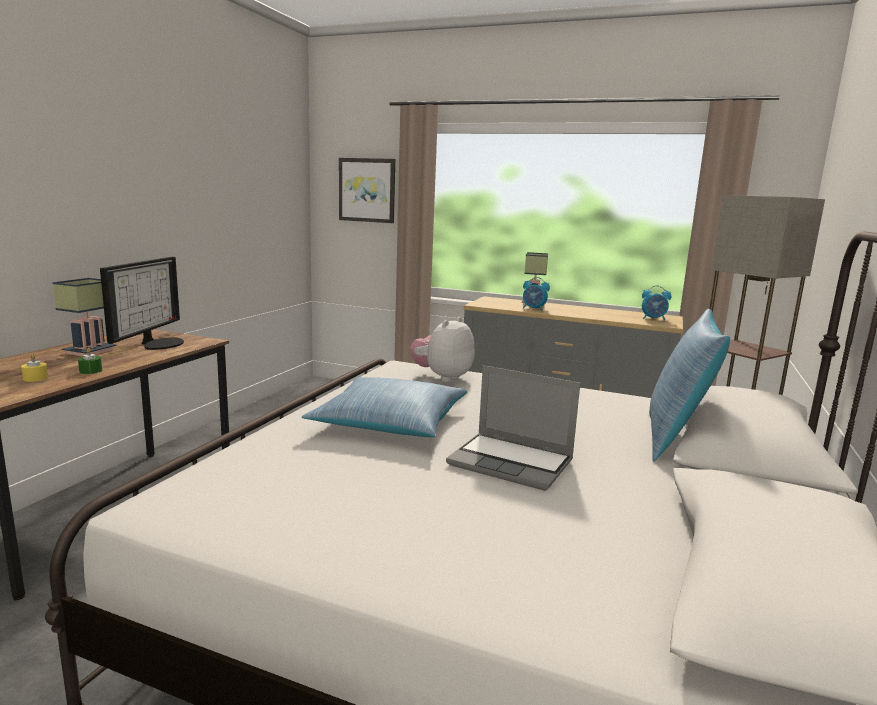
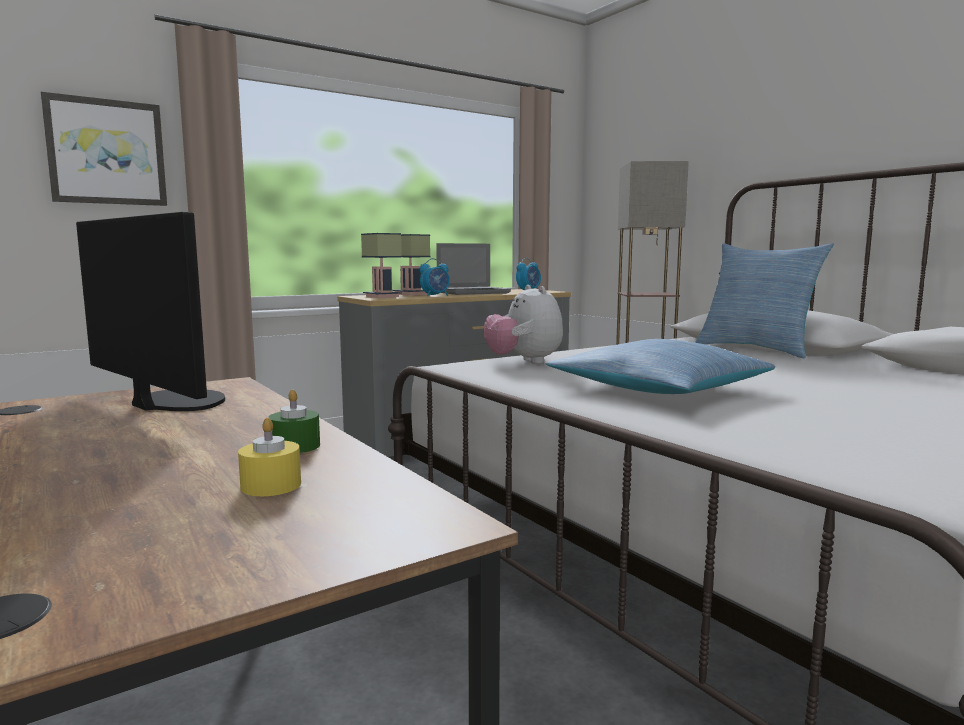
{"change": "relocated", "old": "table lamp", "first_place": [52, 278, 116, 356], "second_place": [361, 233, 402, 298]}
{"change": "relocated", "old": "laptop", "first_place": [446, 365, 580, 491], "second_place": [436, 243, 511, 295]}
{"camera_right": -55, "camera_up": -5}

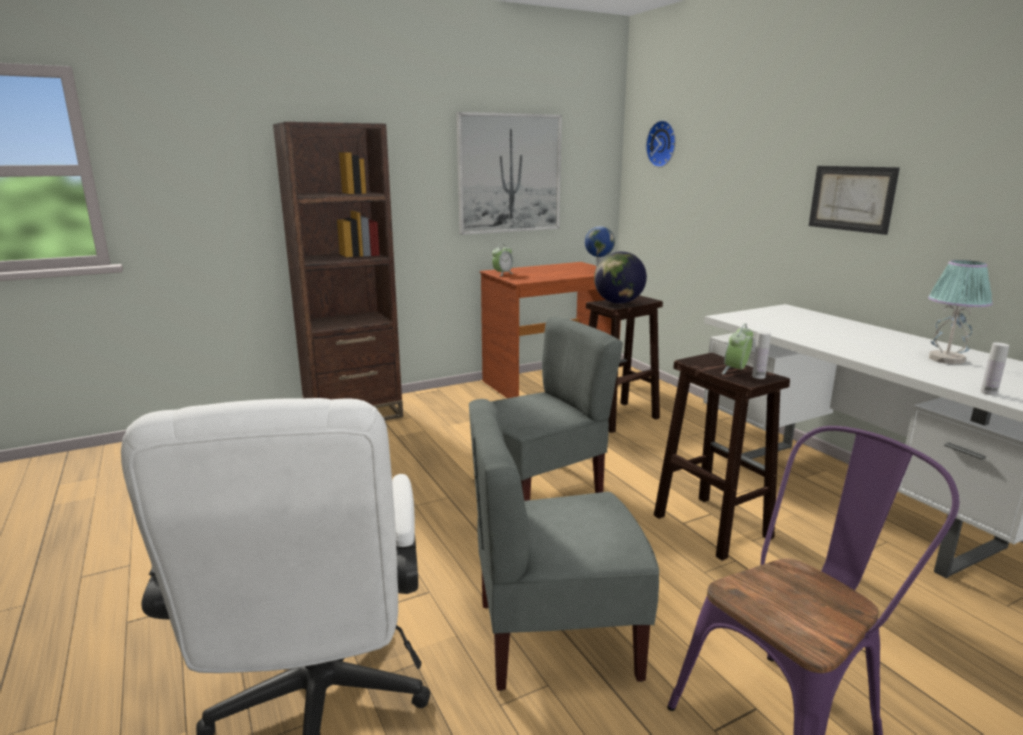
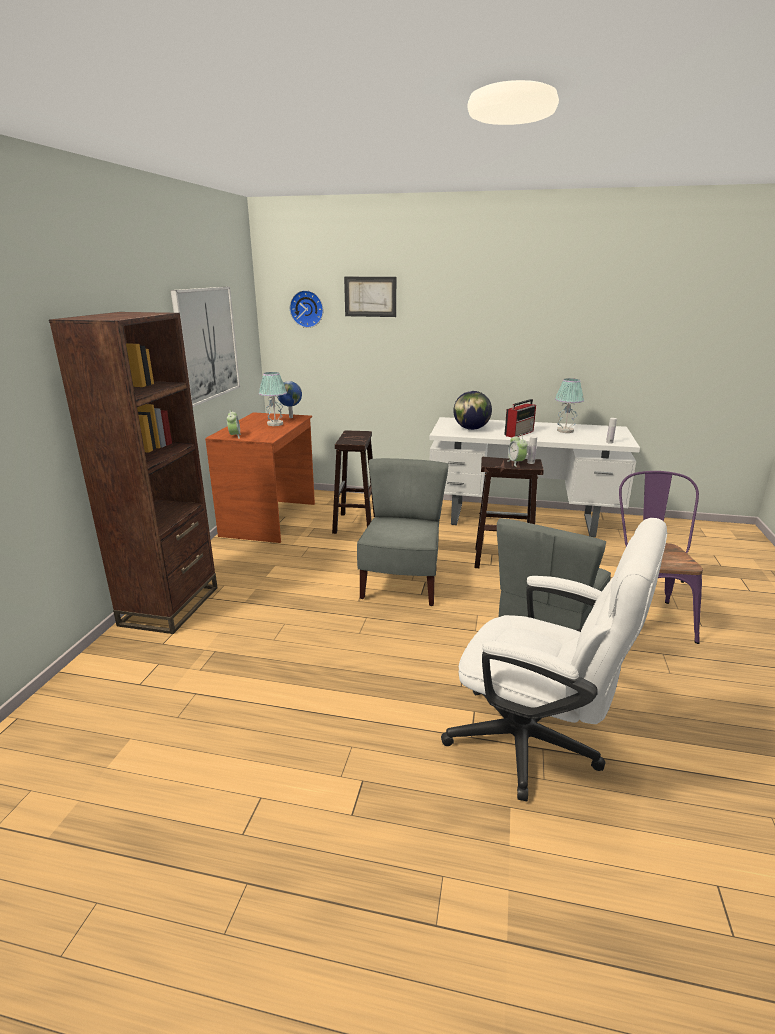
{"change": "relocated", "old": "picture", "first_place": [809, 166, 900, 235], "second_place": [344, 277, 396, 317]}
{"change": "relocated", "old": "globe", "first_place": [594, 251, 647, 304], "second_place": [453, 391, 492, 430]}
{"change": "appeared", "new": "table lamp", "second_place": [259, 372, 287, 426]}
{"change": "appeared", "new": "radio", "second_place": [504, 399, 536, 437]}
{"camera_right": -50, "camera_up": 5}

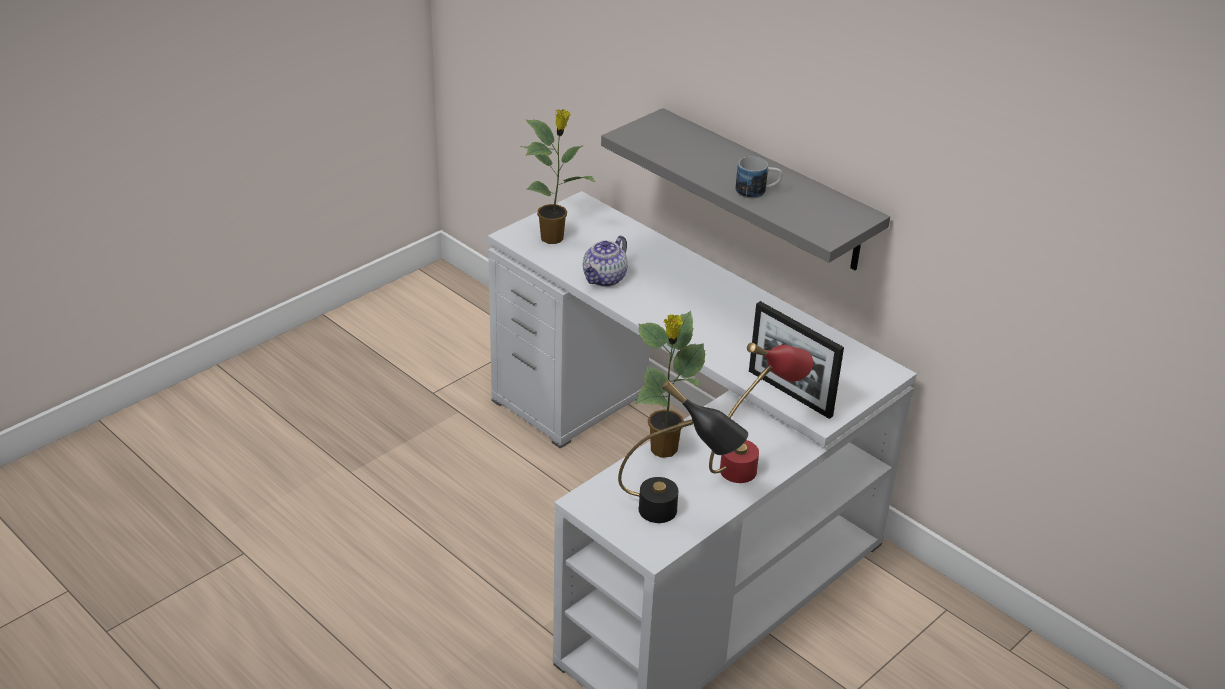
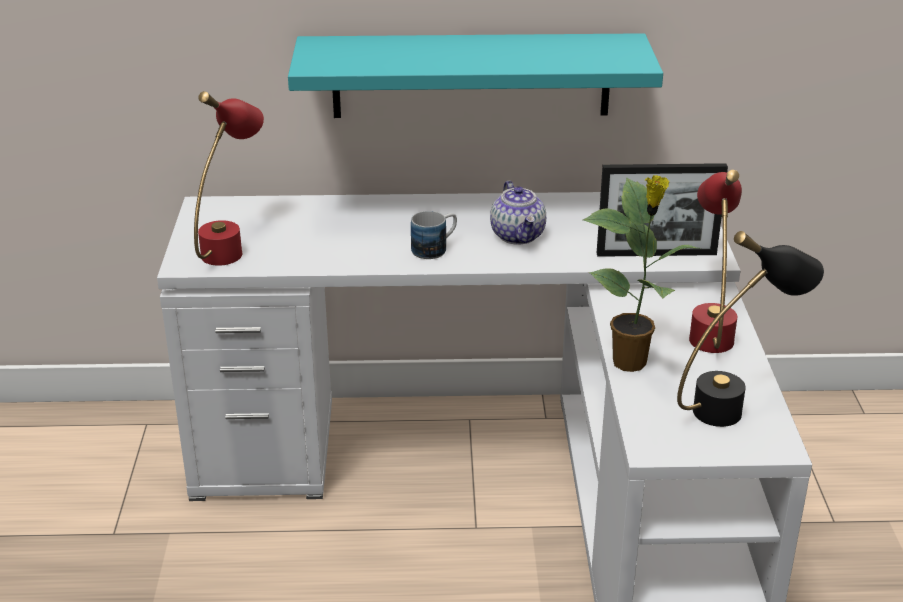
{"change": "colour", "old": "grey shelf", "new": "turquoise shelf", "first_place": [601, 108, 890, 271], "second_place": [288, 33, 663, 118]}
{"change": "exchanged", "old": "potted plant", "new": "red table lamp", "first_place": [521, 109, 595, 244], "second_place": [194, 91, 264, 266]}
{"change": "relocated", "old": "mug", "first_place": [735, 156, 782, 199], "second_place": [411, 211, 457, 259]}
{"change": "relocated", "old": "teapot", "first_place": [583, 236, 628, 287], "second_place": [490, 181, 546, 245]}
{"camera_right": -45, "camera_up": -5}

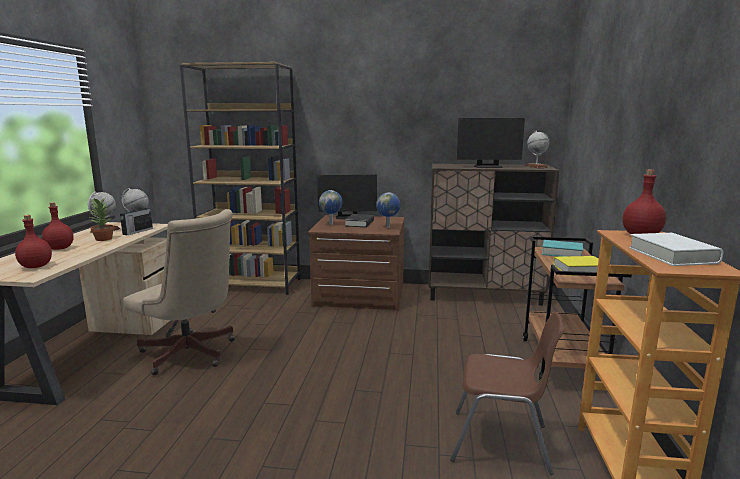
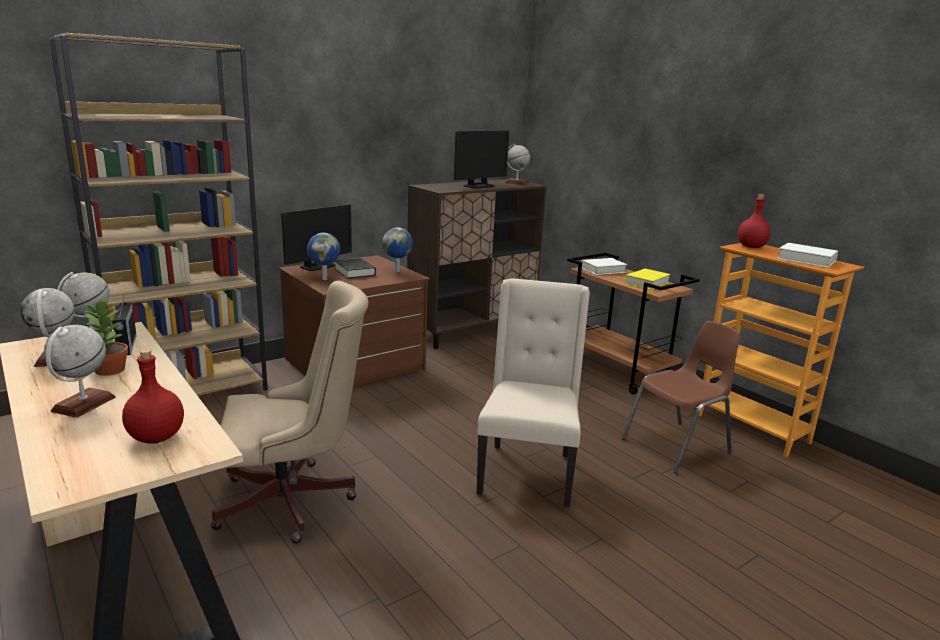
{"change": "exchanged", "old": "red bottle", "new": "globe", "first_place": [42, 203, 74, 250], "second_place": [44, 325, 116, 418]}
{"change": "colour", "old": "turquoise book", "new": "white book", "first_place": [542, 240, 583, 257], "second_place": [581, 258, 627, 275]}
{"change": "appeared", "new": "beige chair", "second_place": [477, 279, 590, 507]}
{"camera_right": -45, "camera_up": 5}

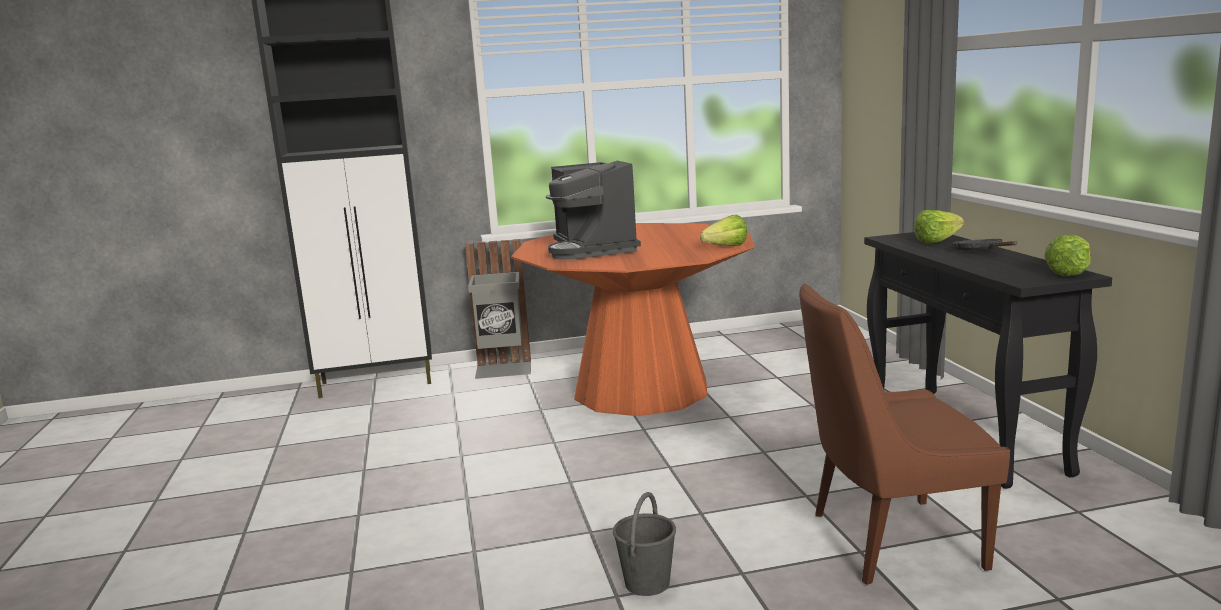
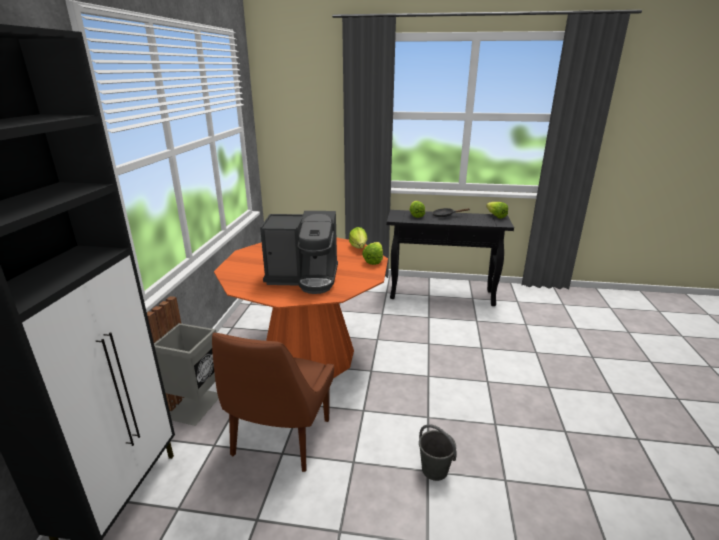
{"change": "relocated", "old": "brown chair", "first_place": [799, 284, 1010, 585], "second_place": [212, 333, 334, 472]}
{"change": "relocated", "old": "grey bucket", "first_place": [613, 492, 676, 596], "second_place": [419, 424, 456, 481]}
{"change": "appeared", "new": "lettuce", "second_place": [362, 242, 383, 265]}
{"camera_right": -70, "camera_up": 10}

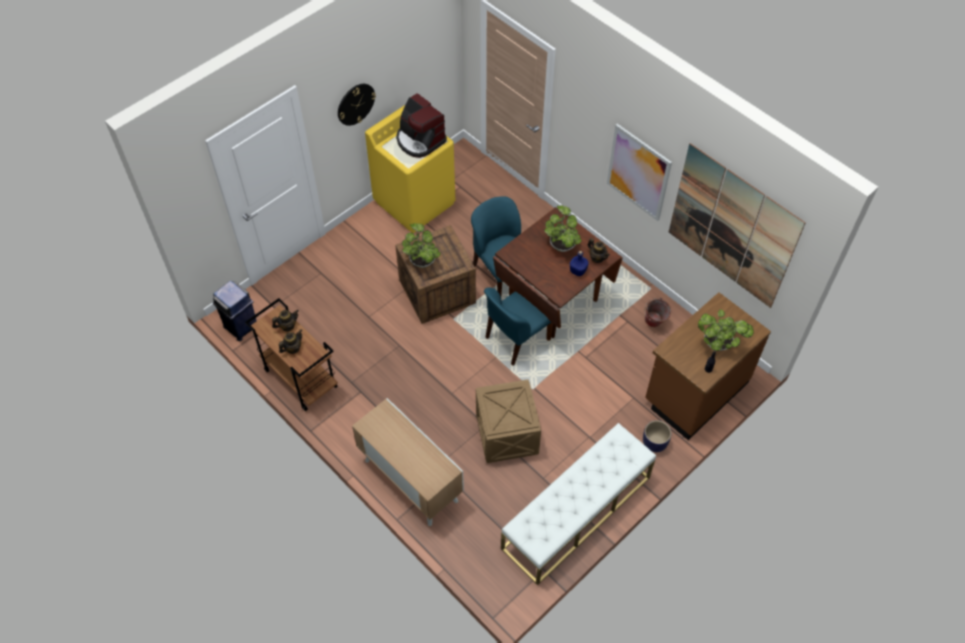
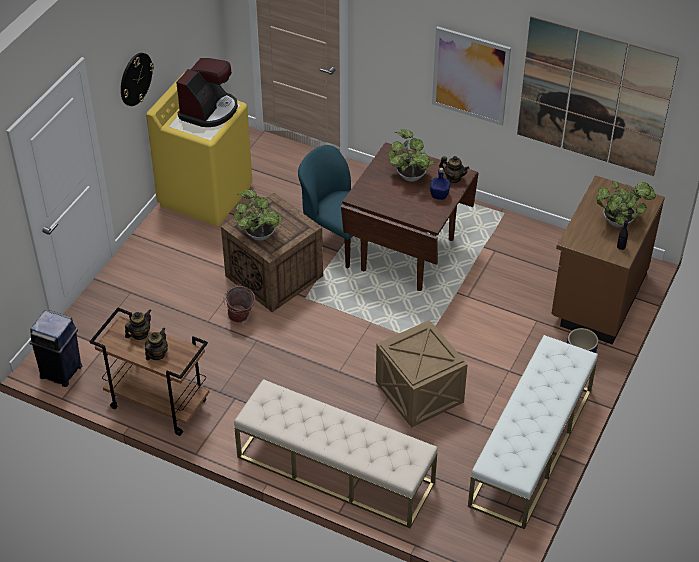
{"change": "spun", "old": "coffee machine", "first_place": [396, 93, 447, 158], "second_place": [176, 58, 238, 127], "degrees": -90}
{"change": "missing", "old": "blue chair", "first_place": [484, 287, 556, 366]}
{"change": "relocated", "old": "bucket", "first_place": [644, 298, 671, 327], "second_place": [223, 284, 255, 322]}
{"change": "exchanged", "old": "cabinet", "new": "beige bench", "first_place": [352, 398, 464, 526], "second_place": [234, 379, 438, 528]}
{"camera_right": -20, "camera_up": -10}

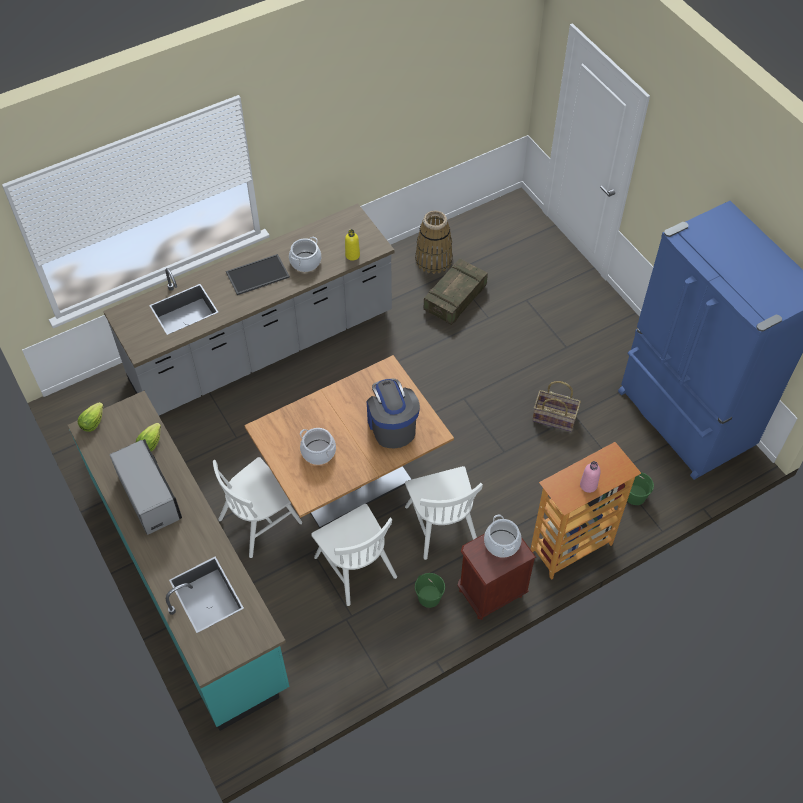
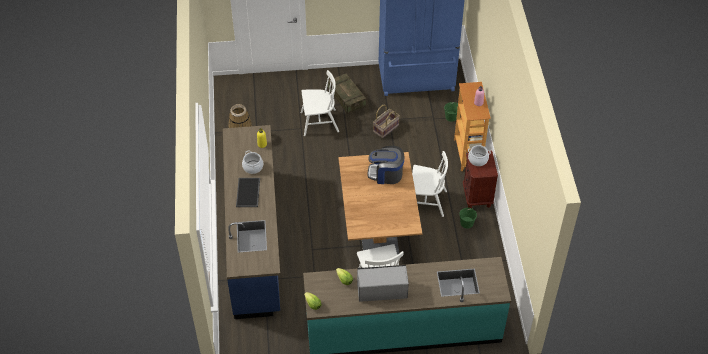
{"change": "colour", "old": "grey counter", "new": "blue counter", "first_place": [103, 203, 394, 415], "second_place": [223, 125, 280, 319]}
{"change": "relocated", "old": "crate", "first_place": [424, 259, 488, 325], "second_place": [328, 74, 366, 114]}
{"change": "missing", "old": "cooking pot", "first_place": [300, 428, 336, 465]}
{"change": "relocated", "old": "white chair", "first_place": [311, 504, 397, 606], "second_place": [301, 70, 339, 136]}
{"camera_right": -65, "camera_up": -5}

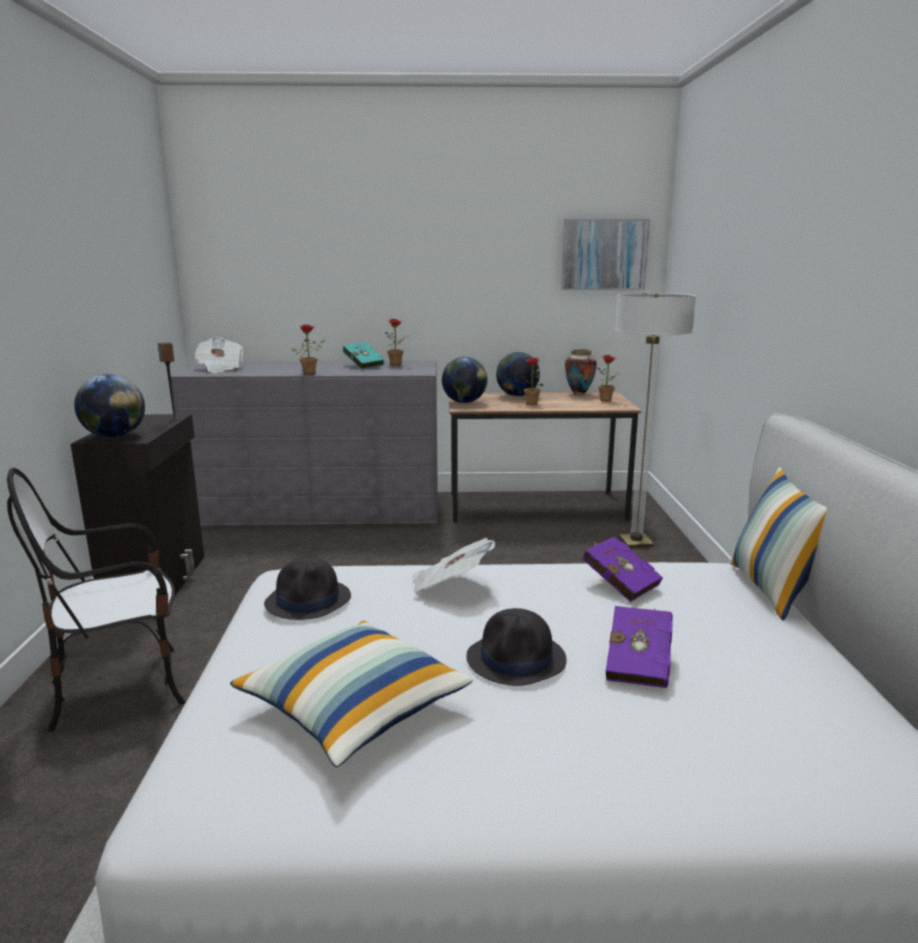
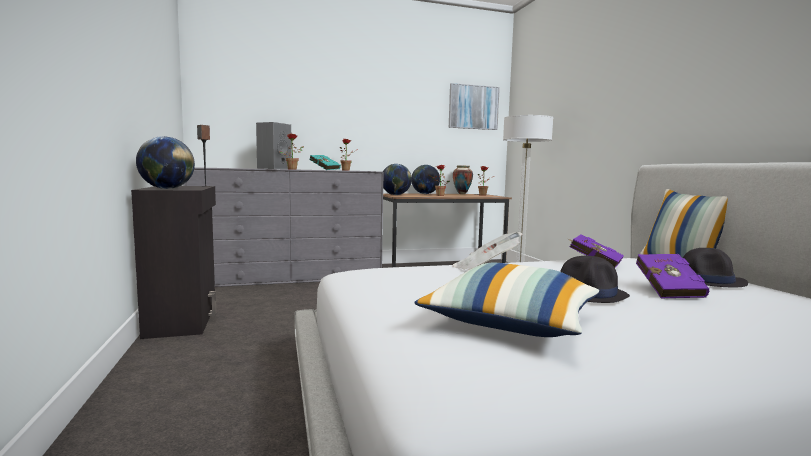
{"change": "missing", "old": "newspaper", "first_place": [194, 337, 244, 373]}
{"change": "missing", "old": "chair", "first_place": [7, 468, 185, 732]}
{"change": "relocated", "old": "black hat", "first_place": [264, 558, 351, 620], "second_place": [683, 248, 748, 287]}
{"change": "appeared", "new": "grey speaker", "second_place": [256, 122, 292, 169]}
{"camera_right": -15, "camera_up": -10}

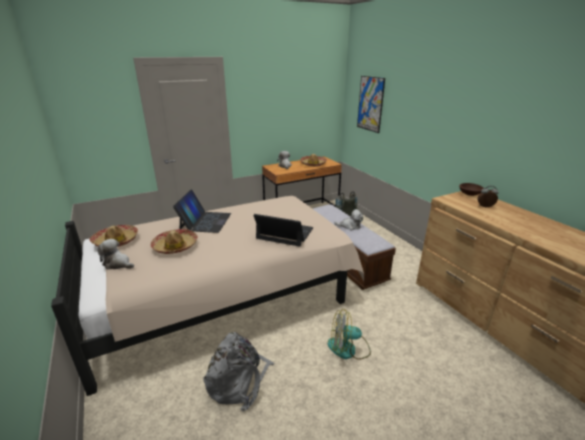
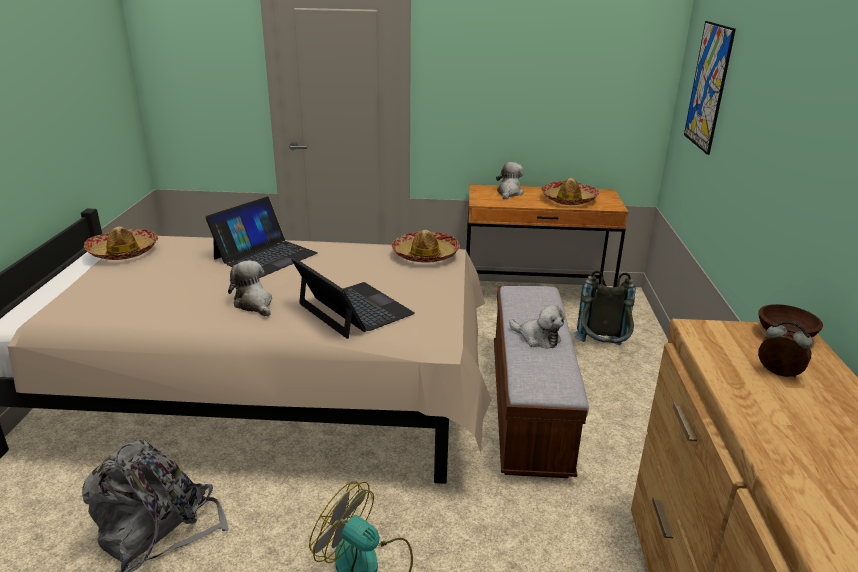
{"change": "relocated", "old": "hat", "first_place": [151, 229, 198, 254], "second_place": [392, 230, 460, 262]}
{"change": "relocated", "old": "plush toy", "first_place": [97, 239, 134, 269], "second_place": [228, 261, 272, 317]}
{"camera_right": 30, "camera_up": 0}

